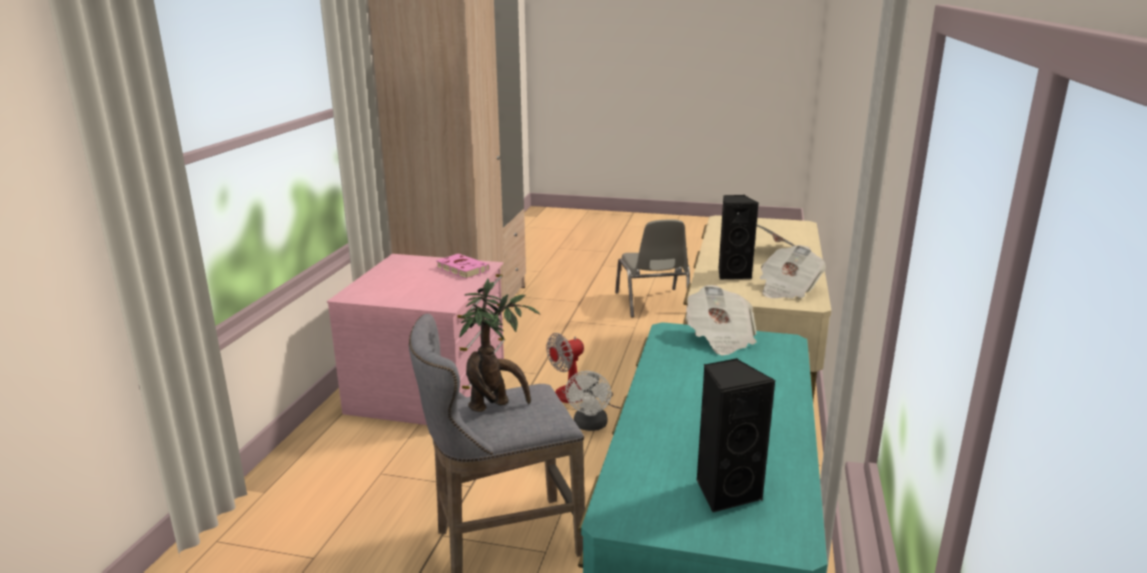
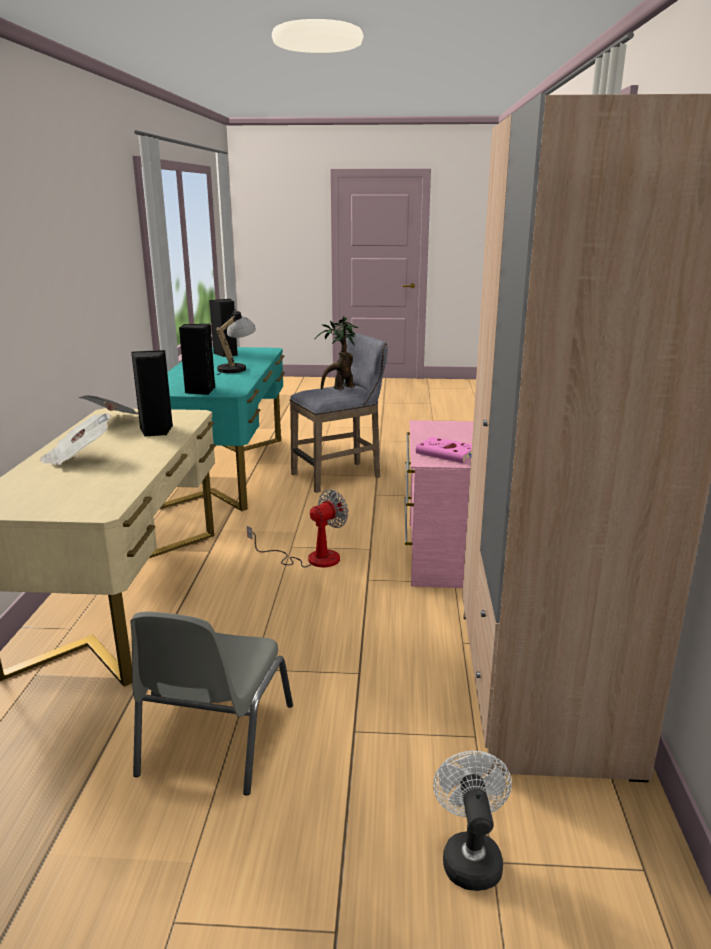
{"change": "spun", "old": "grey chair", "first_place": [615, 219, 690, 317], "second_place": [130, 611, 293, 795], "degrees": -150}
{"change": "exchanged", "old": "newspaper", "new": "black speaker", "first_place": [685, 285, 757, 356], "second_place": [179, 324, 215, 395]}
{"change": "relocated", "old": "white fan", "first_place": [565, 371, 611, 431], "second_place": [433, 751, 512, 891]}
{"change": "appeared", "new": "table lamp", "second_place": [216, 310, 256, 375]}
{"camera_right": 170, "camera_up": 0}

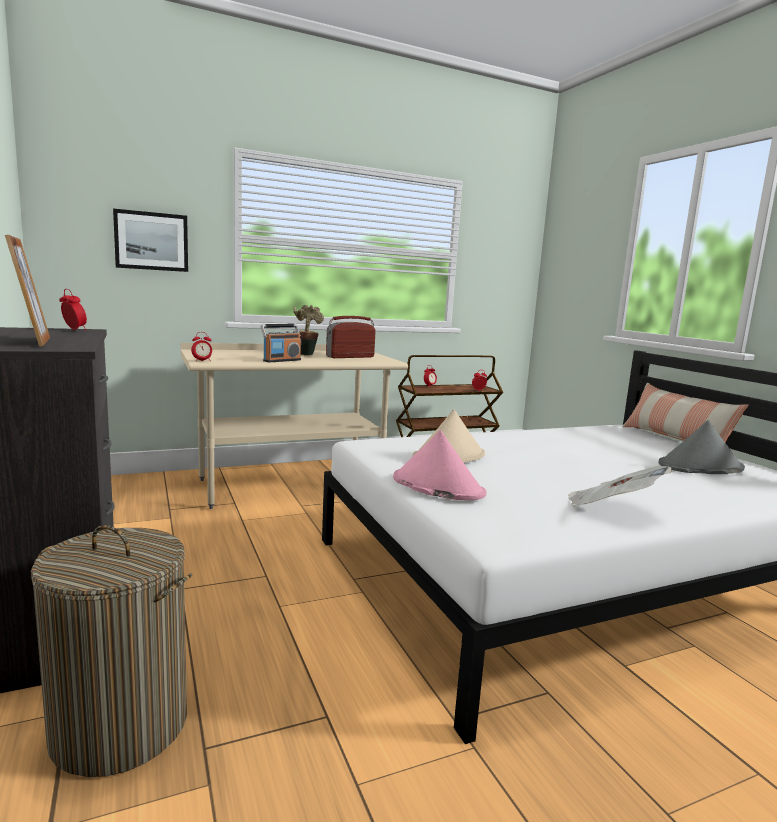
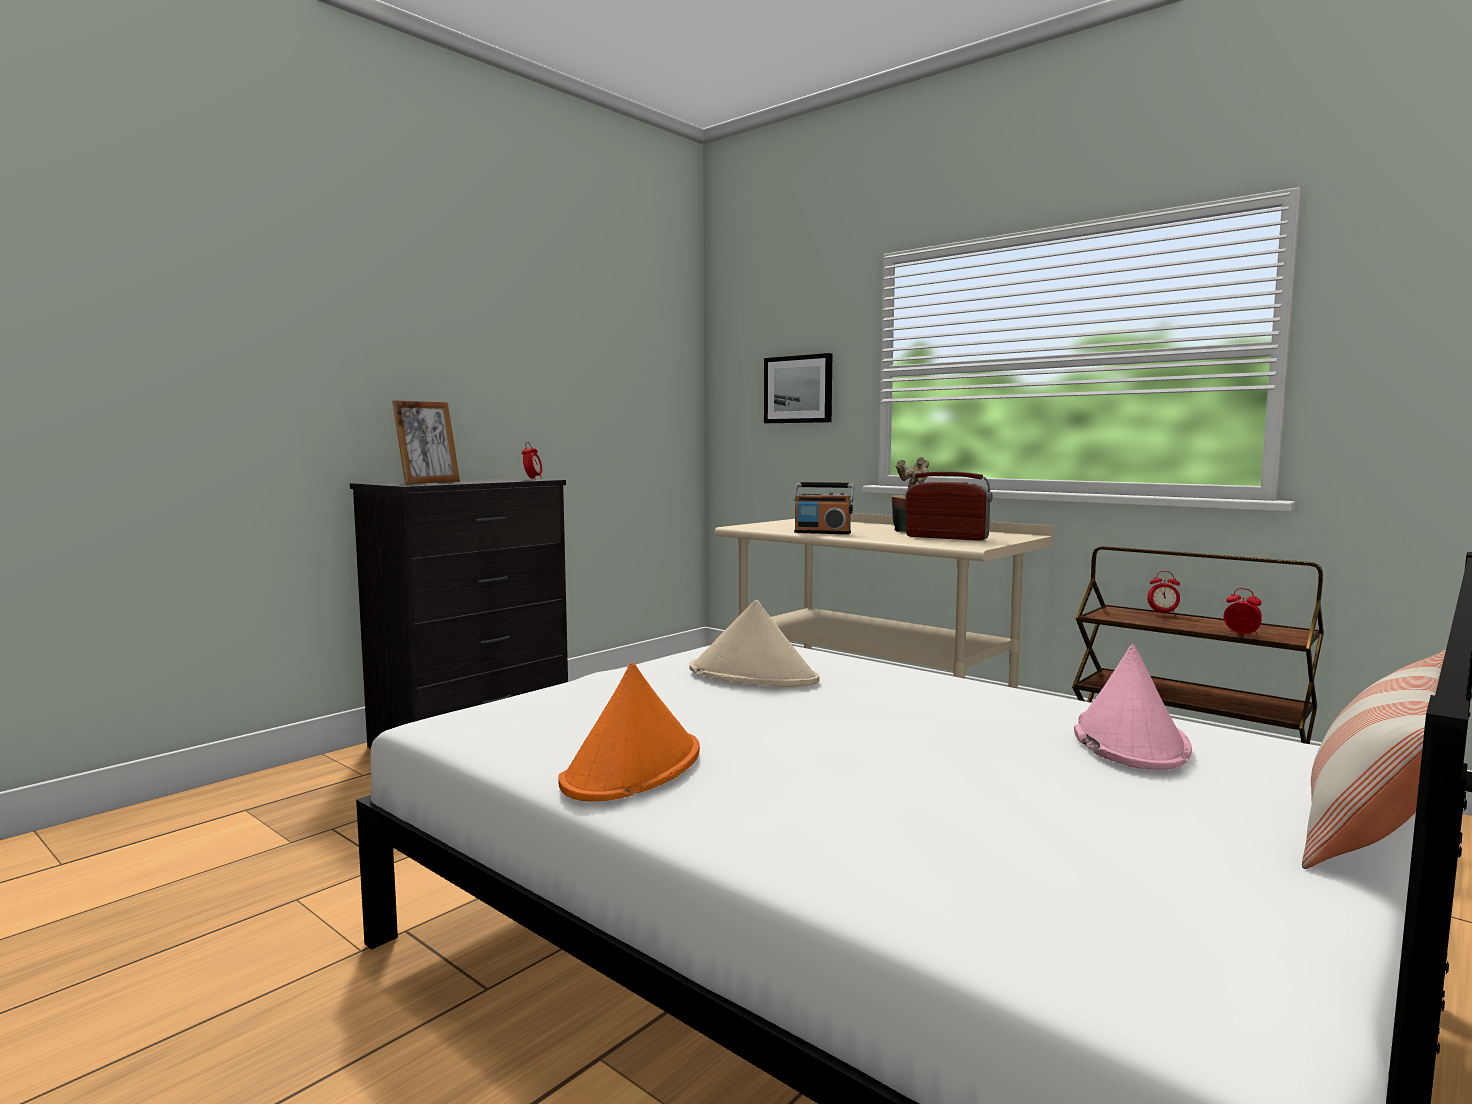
{"change": "missing", "old": "alarm clock", "first_place": [191, 332, 212, 361]}
{"change": "missing", "old": "grey hat", "first_place": [659, 420, 745, 474]}
{"change": "relocated", "old": "pink hat", "first_place": [393, 430, 486, 500], "second_place": [1074, 644, 1192, 770]}
{"change": "exchanged", "old": "newspaper", "new": "orange hat", "first_place": [568, 466, 672, 507], "second_place": [558, 663, 700, 801]}
{"change": "missing", "old": "laundry basket", "first_place": [31, 525, 192, 777]}
{"camera_right": 65, "camera_up": -5}

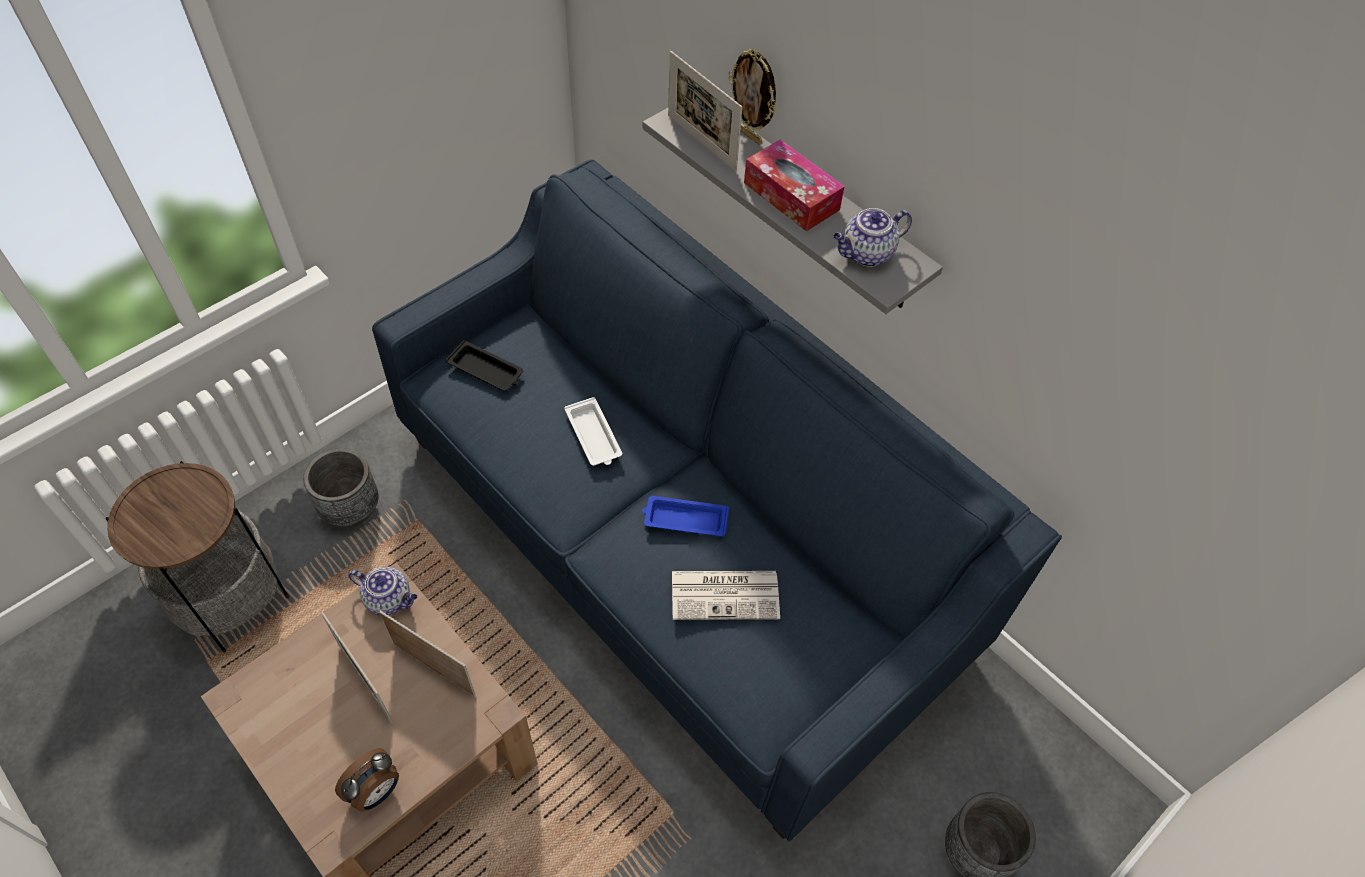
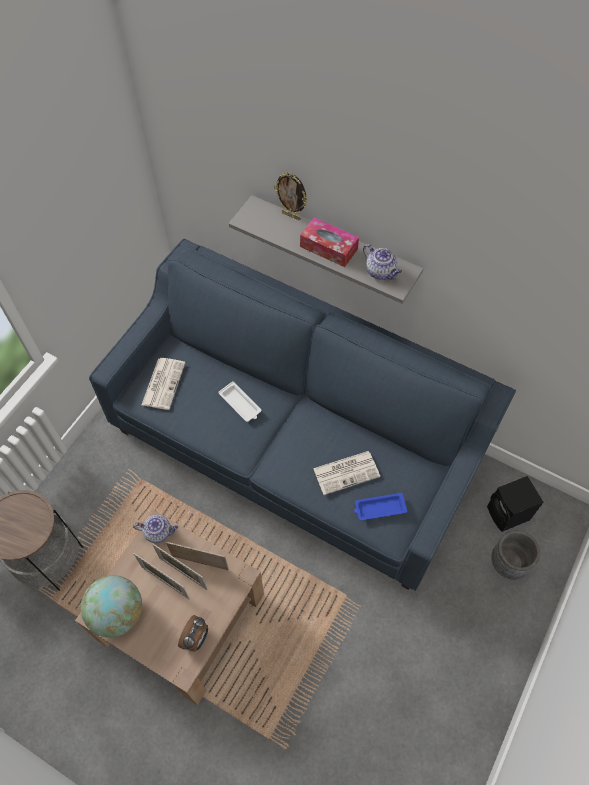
{"change": "relocated", "old": "picture frame", "first_place": [668, 51, 743, 171], "second_place": [152, 544, 208, 590]}
{"change": "spun", "old": "teapot", "first_place": [833, 208, 912, 267], "second_place": [363, 244, 402, 280], "degrees": -90}
{"change": "exchanged", "old": "black tray", "new": "newspaper", "first_place": [446, 340, 523, 391], "second_place": [142, 358, 185, 410]}
{"change": "missing", "old": "grey planter", "first_place": [303, 448, 379, 527]}
{"change": "relocated", "old": "blue tray", "first_place": [642, 496, 729, 537], "second_place": [354, 493, 408, 520]}
{"change": "appeared", "new": "black speaker", "second_place": [487, 476, 544, 532]}
{"change": "appeared", "new": "globe", "second_place": [81, 575, 142, 637]}
{"camera_right": -15, "camera_up": 5}

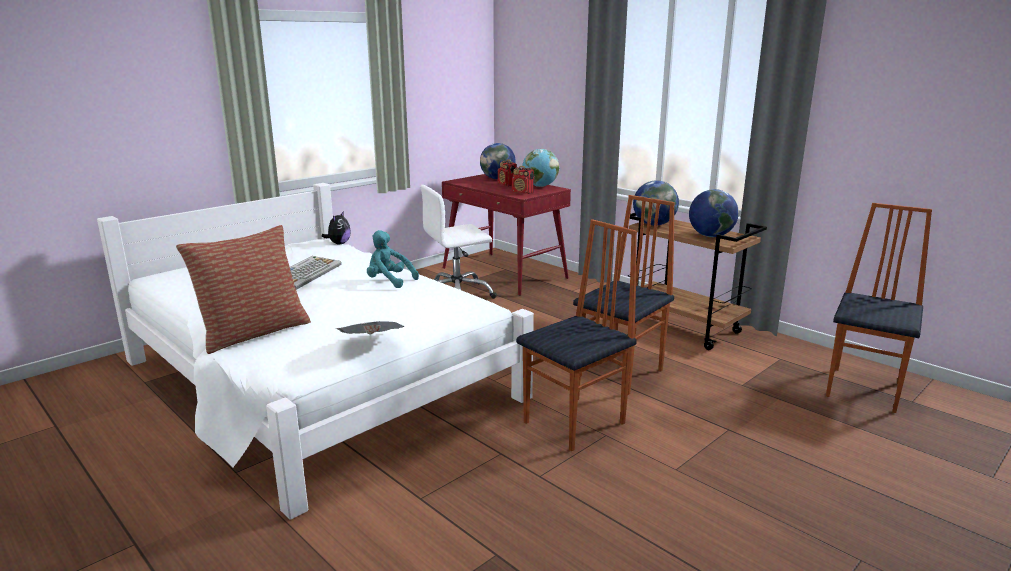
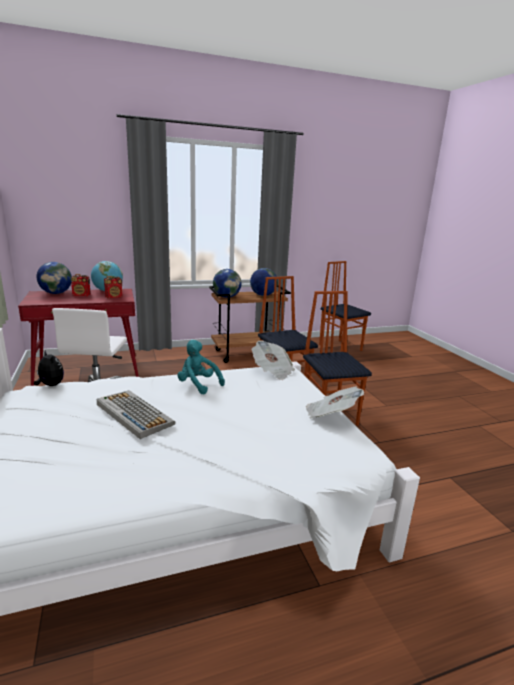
{"change": "missing", "old": "pillow", "first_place": [176, 225, 311, 354]}
{"change": "spun", "old": "turquoise plush toy", "first_place": [367, 230, 419, 288], "second_place": [177, 340, 225, 394], "degrees": 75}
{"change": "appeared", "new": "newspaper", "second_place": [252, 340, 295, 380]}
{"camera_right": -65, "camera_up": 0}

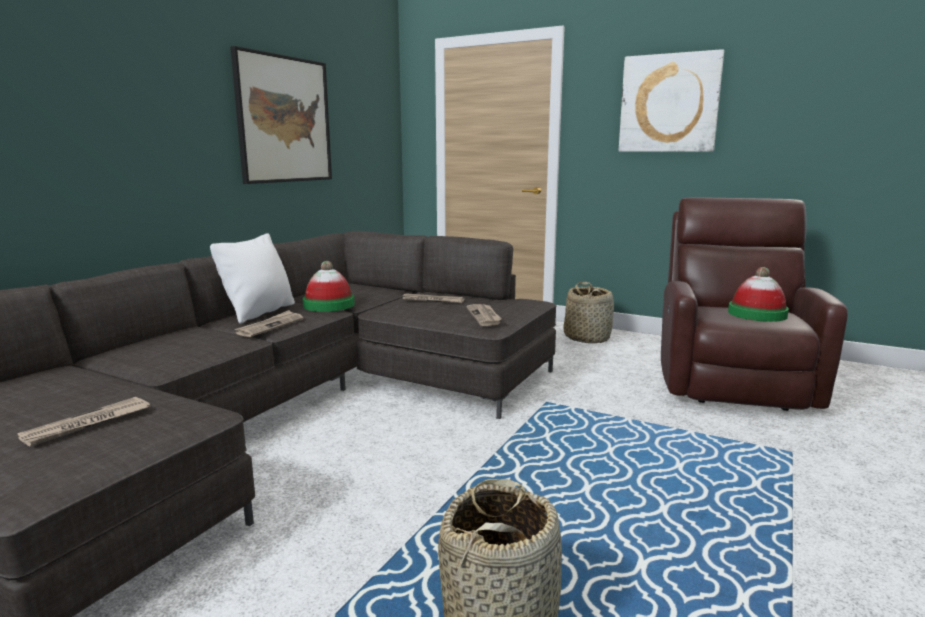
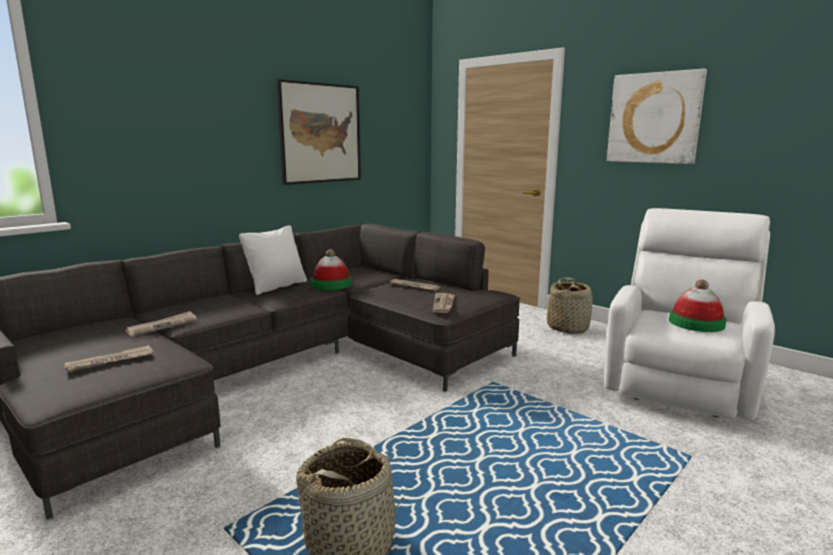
{"change": "colour", "old": "brown armchair", "new": "white armchair", "first_place": [661, 197, 847, 411], "second_place": [604, 208, 775, 420]}
{"change": "relocated", "old": "newspaper", "first_place": [234, 310, 303, 337], "second_place": [125, 311, 197, 337]}
{"camera_right": 15, "camera_up": 0}

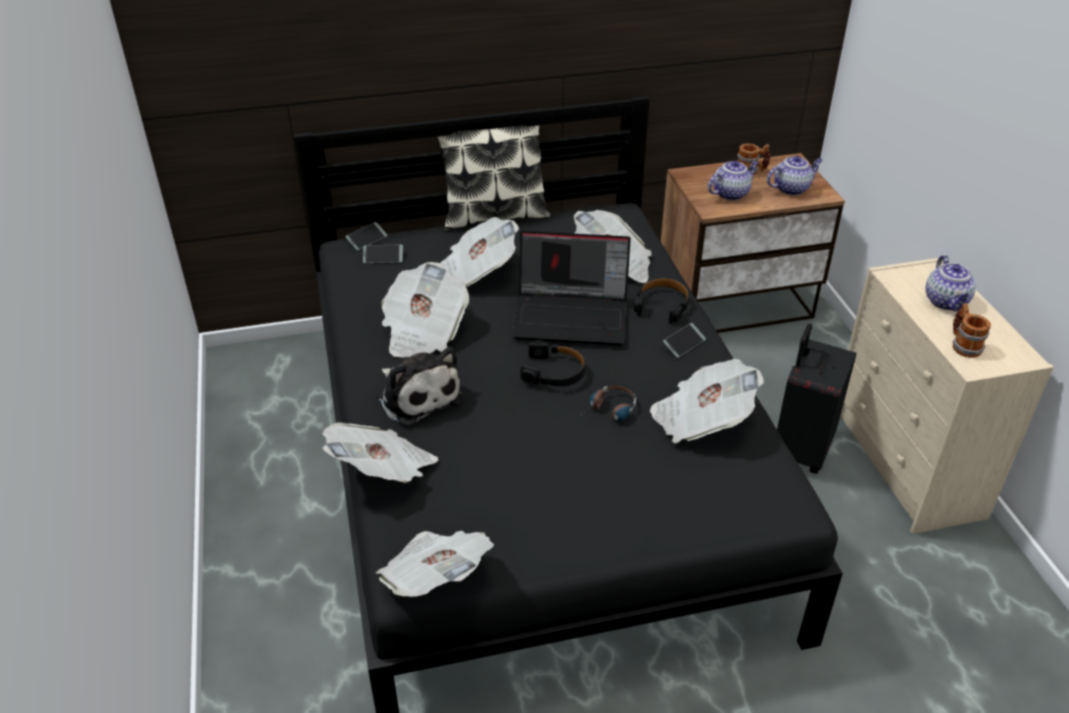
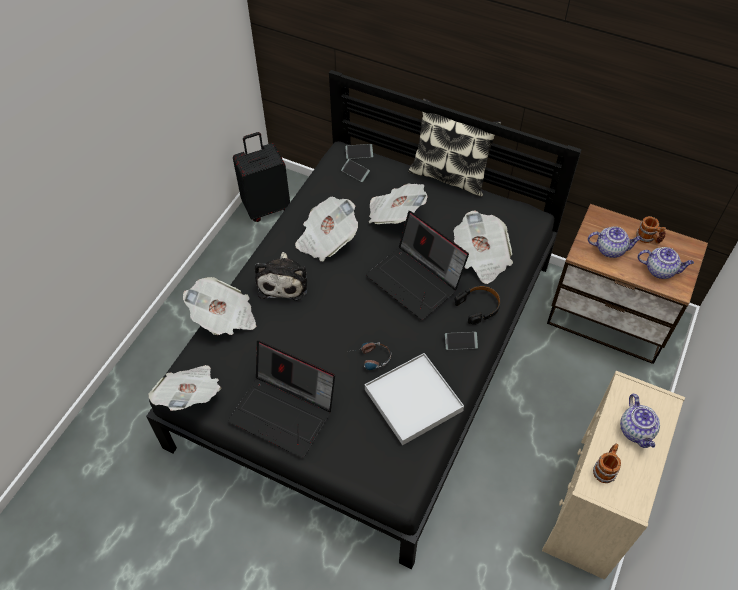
{"change": "spun", "old": "teapot", "first_place": [926, 255, 976, 311], "second_place": [620, 394, 660, 448], "degrees": -45}
{"change": "relocated", "old": "black suitcase", "first_place": [777, 324, 856, 474], "second_place": [233, 132, 290, 222]}
{"change": "missing", "old": "black headphones", "first_place": [521, 341, 585, 386]}
{"change": "exchanged", "old": "newspaper", "new": "white tray", "first_place": [650, 359, 764, 443], "second_place": [365, 353, 464, 445]}
{"change": "appeared", "new": "laptop", "second_place": [228, 340, 335, 458]}
{"camera_right": 40, "camera_up": 15}

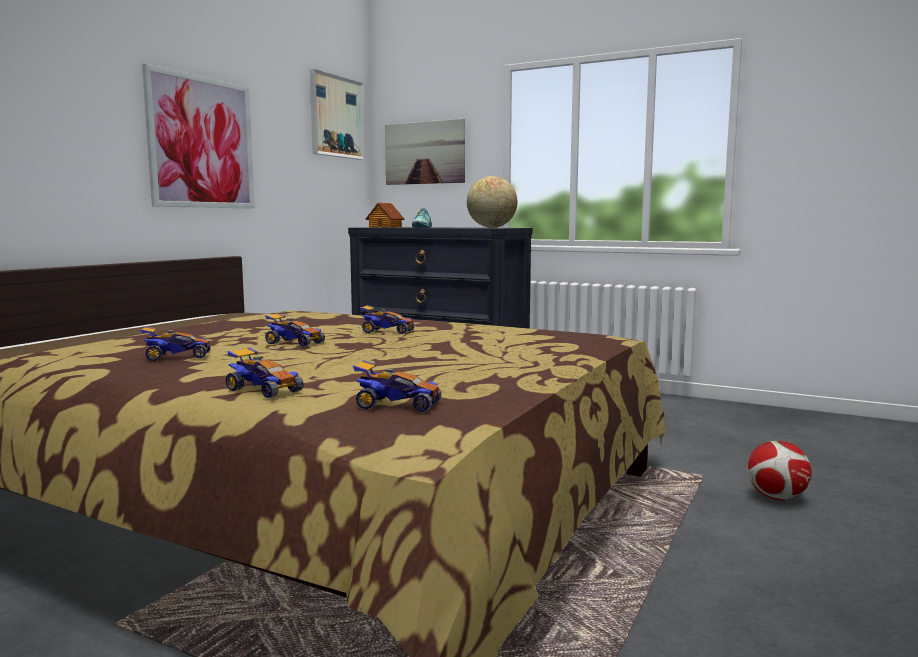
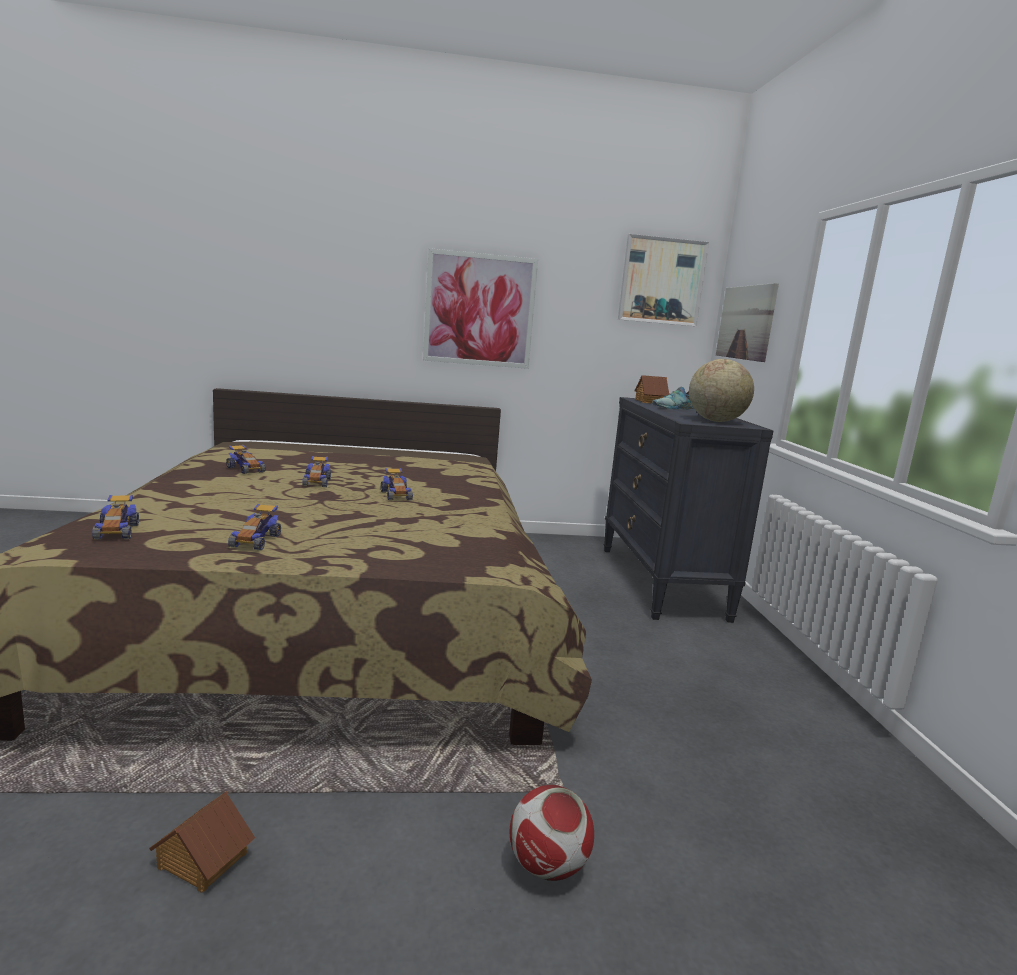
{"change": "relocated", "old": "toy car", "first_place": [226, 347, 303, 398], "second_place": [228, 504, 281, 550]}
{"change": "appeared", "new": "toy house", "second_place": [149, 791, 255, 893]}
{"camera_right": 55, "camera_up": 5}

